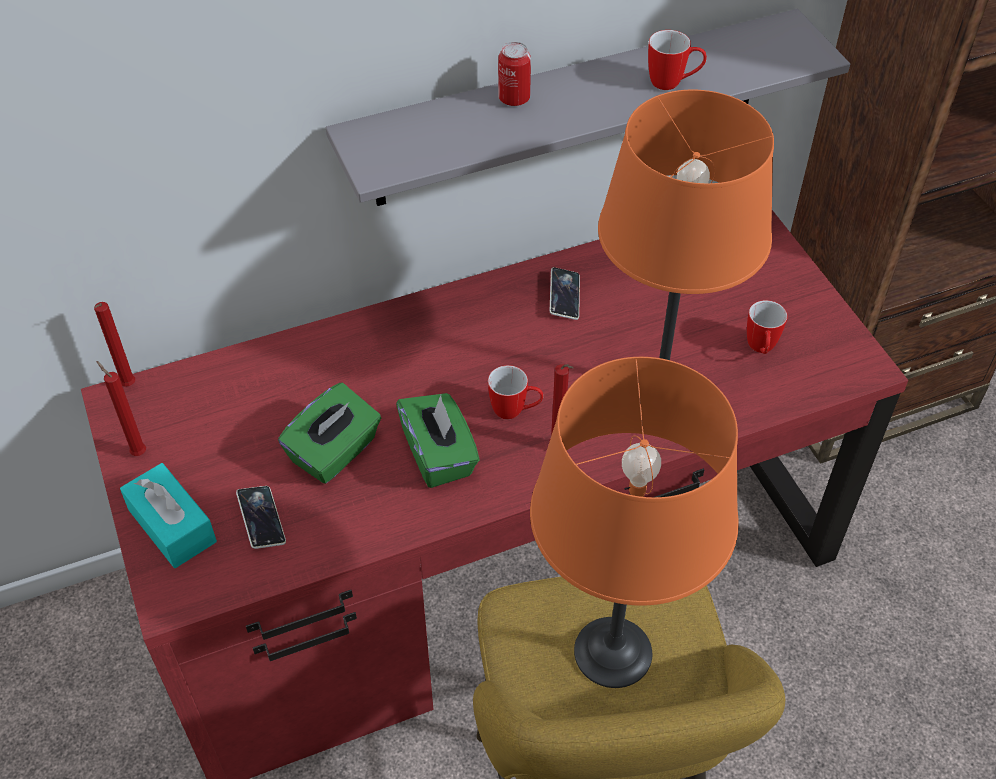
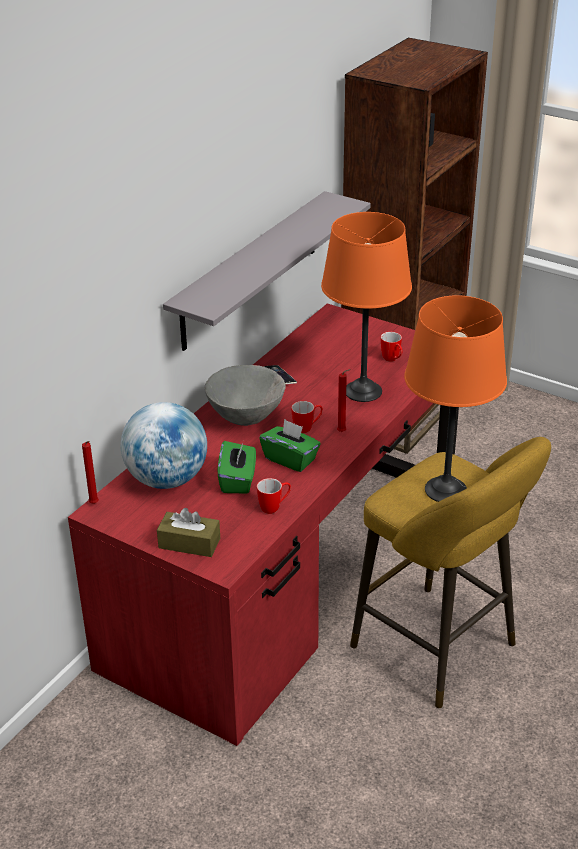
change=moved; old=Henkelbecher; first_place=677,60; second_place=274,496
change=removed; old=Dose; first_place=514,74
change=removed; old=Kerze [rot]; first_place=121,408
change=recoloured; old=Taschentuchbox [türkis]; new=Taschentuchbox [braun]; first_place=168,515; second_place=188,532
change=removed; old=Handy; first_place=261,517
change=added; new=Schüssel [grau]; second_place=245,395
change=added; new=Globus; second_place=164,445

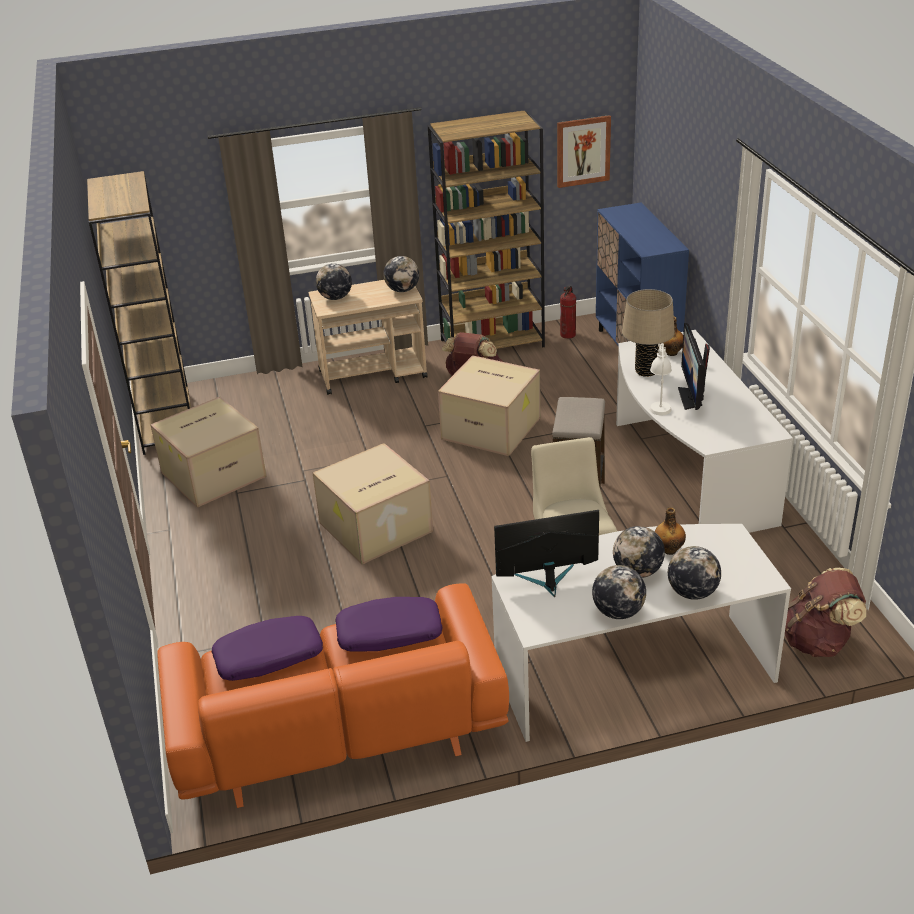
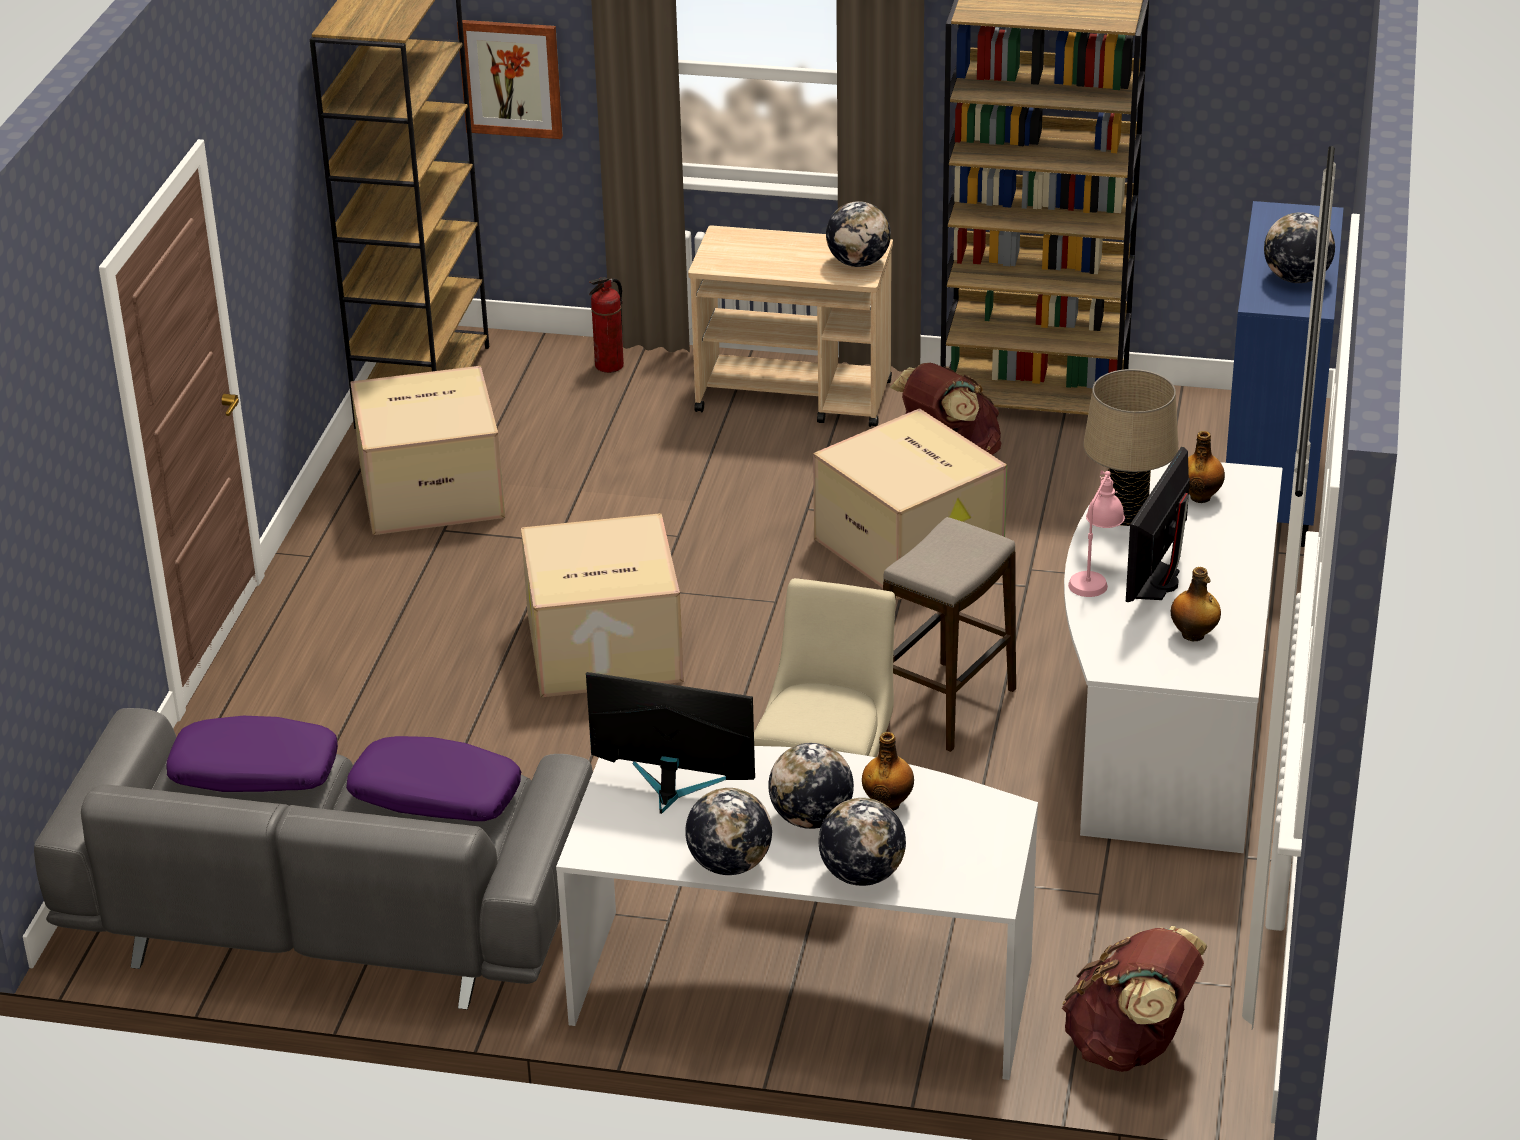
change=moved; old=Bild; first_place=584,151; second_place=510,79
change=moved; old=Globus; first_place=334,281; second_place=1299,247
change=moved; old=Feuerlöscher; first_place=568,312; second_place=606,325
change=recoloured; old=Tischlampe [weiß]; new=Tischlampe [rosa]; first_place=661,379; second_place=1096,533
change=recoloured; old=Sofa [orange]; new=Sofa [grau]; first_place=333,695; second_place=313,859
change=added; new=Flasche; second_place=1196,604

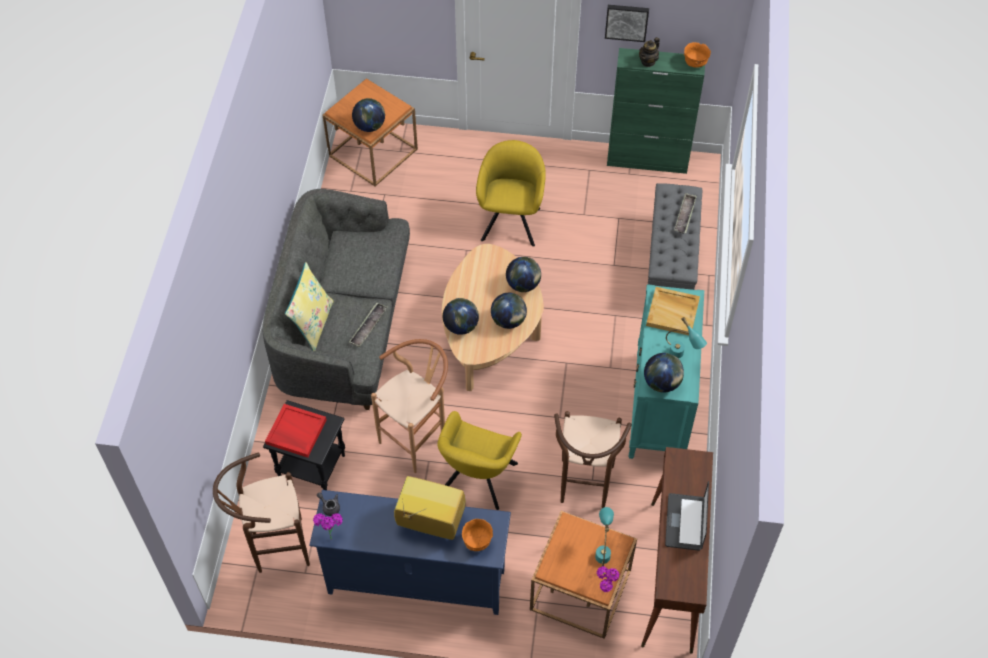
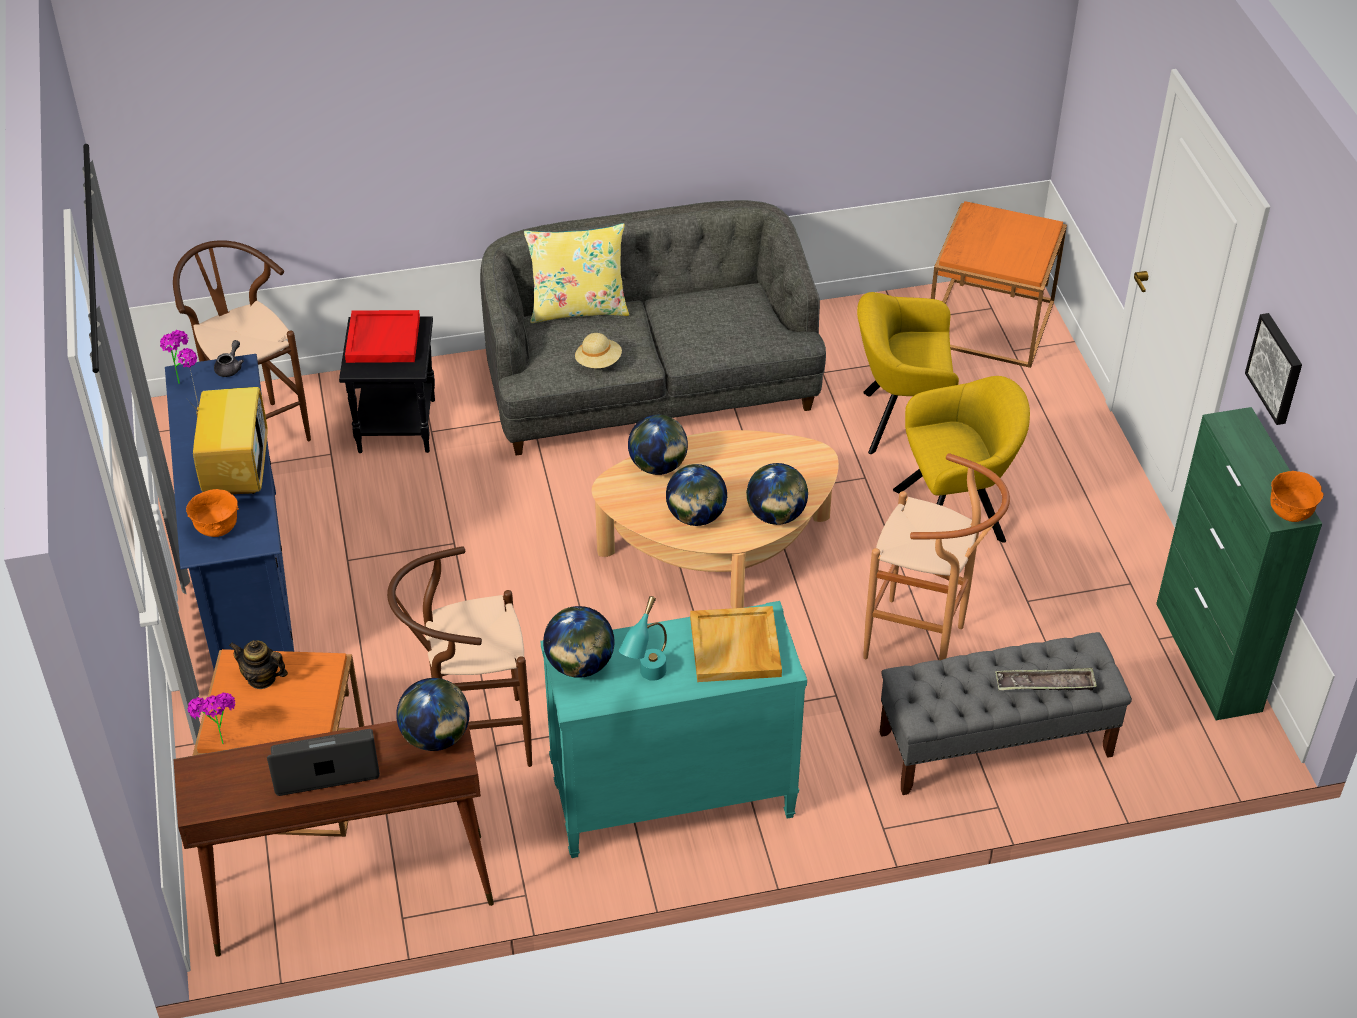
change=moved; old=Teekanne; first_place=649,52; second_place=258,664
change=moved; old=Globus; first_place=368,115; second_place=432,714
change=replaced; old=Tablett; new=Hut [beige]; first_place=368,325; second_place=598,350
change=moved; old=Hocker [braun]; first_place=409,406; second_place=936,556
change=moved; old=Sessel [gelb]; first_place=479,460; second_place=908,373
change=removed; old=Tischlampe [türkis]; first_place=604,537

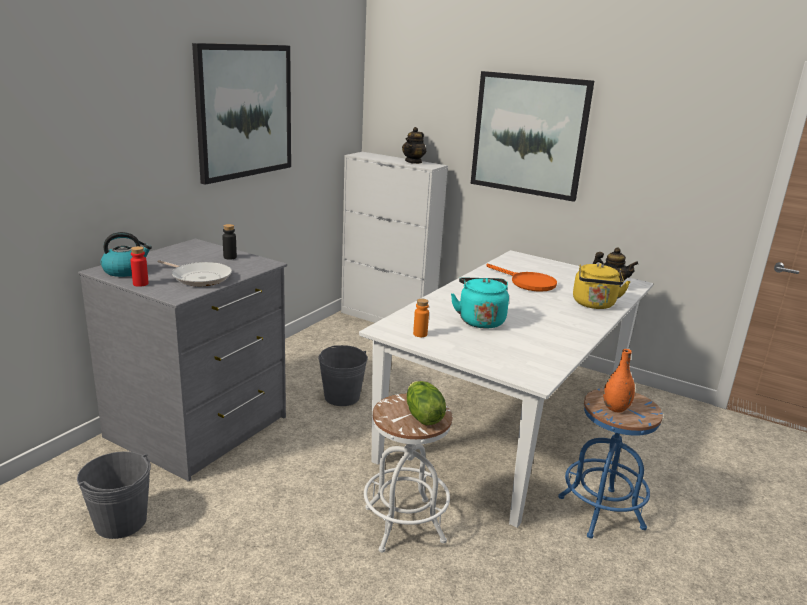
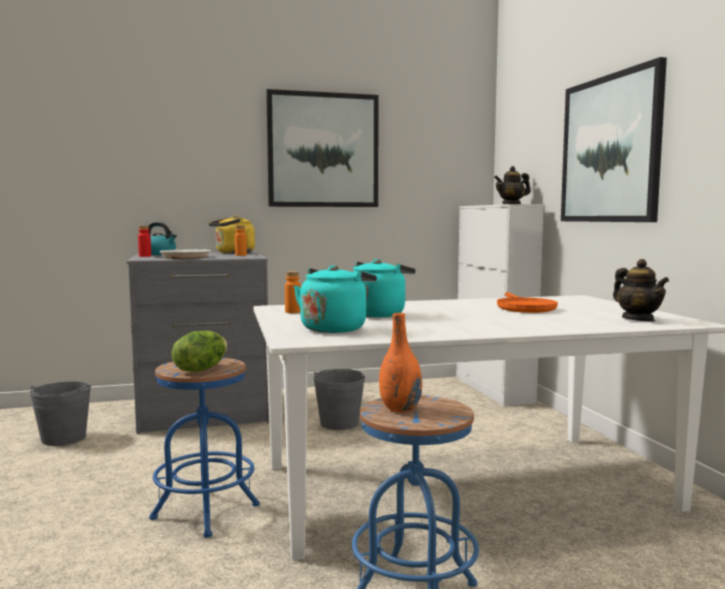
change=recoloured; old=Flasche [schwarz]; new=Flasche [orange]; first_place=229,242; second_place=241,240
change=moved; old=Wasserkessel [gelb]; first_place=602,286; second_place=232,234
change=recoloured; old=Hocker [weiß]; new=Hocker [blau]; first_place=408,473; second_place=204,448
change=added; new=Wasserkessel [türkis]; second_place=335,299

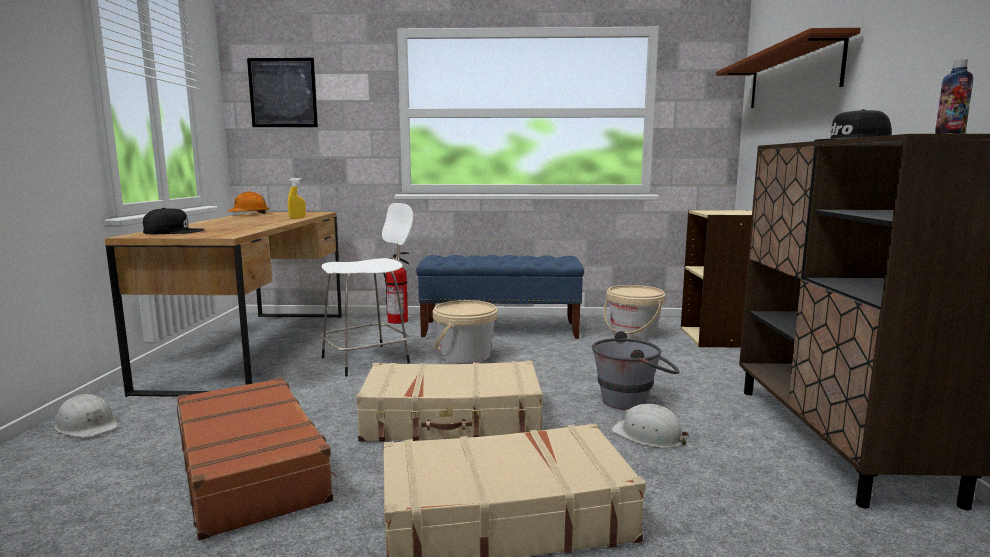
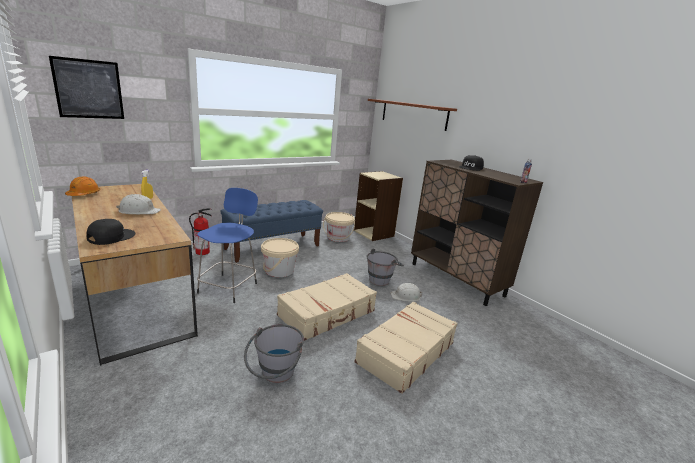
change=recoloured; old=Hocker [weiß]; new=Hocker [blau]; first_place=366,290; second_place=227,245
change=replaced; old=Koffer [braun]; new=Eimer [grau]; first_place=256,459; second_place=274,353
change=moved; old=Schutzhelm [weiß]; first_place=86,416; second_place=138,204

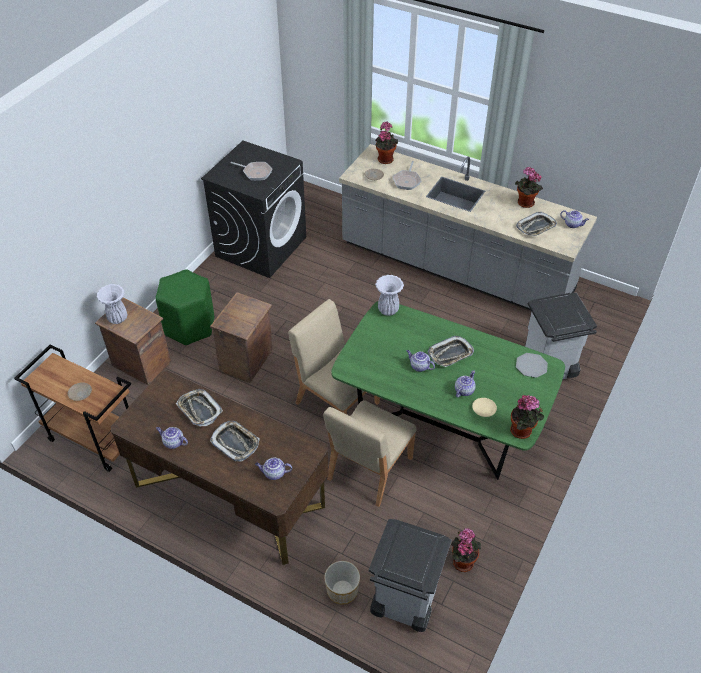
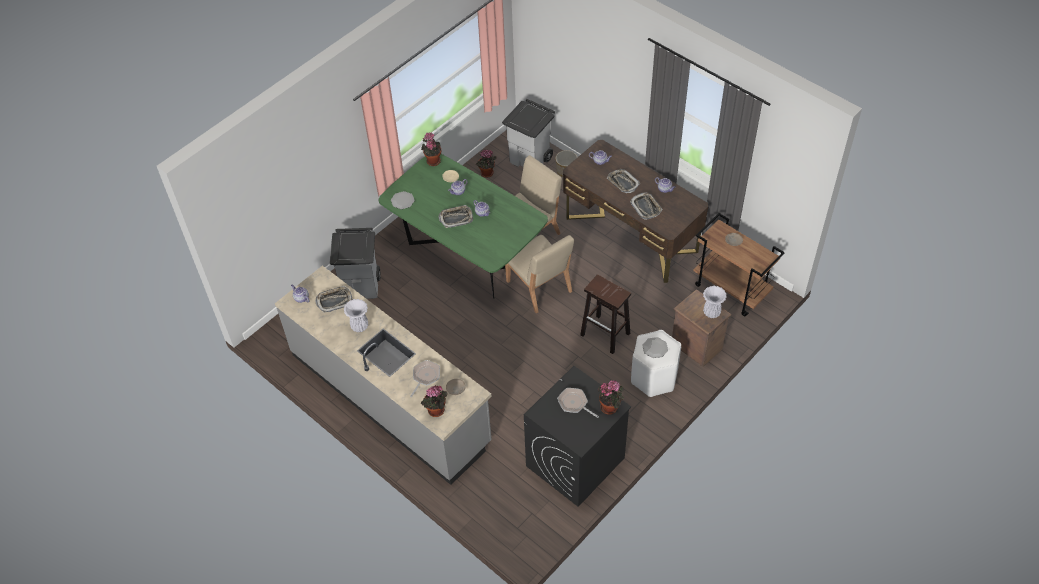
change=moved; old=Topfpflanze; first_place=529,187; second_place=611,397
change=recoloured; old=Hocker [grün]; new=Hocker [weiß]; first_place=185,307; second_place=656,363
change=moved; old=Vase [weiß]; first_place=389,295; second_place=356,315
change=replaced; old=Kiste; new=Hocker [braun]; first_place=241,337; second_place=605,314
change=added; new=Teller; second_place=655,347

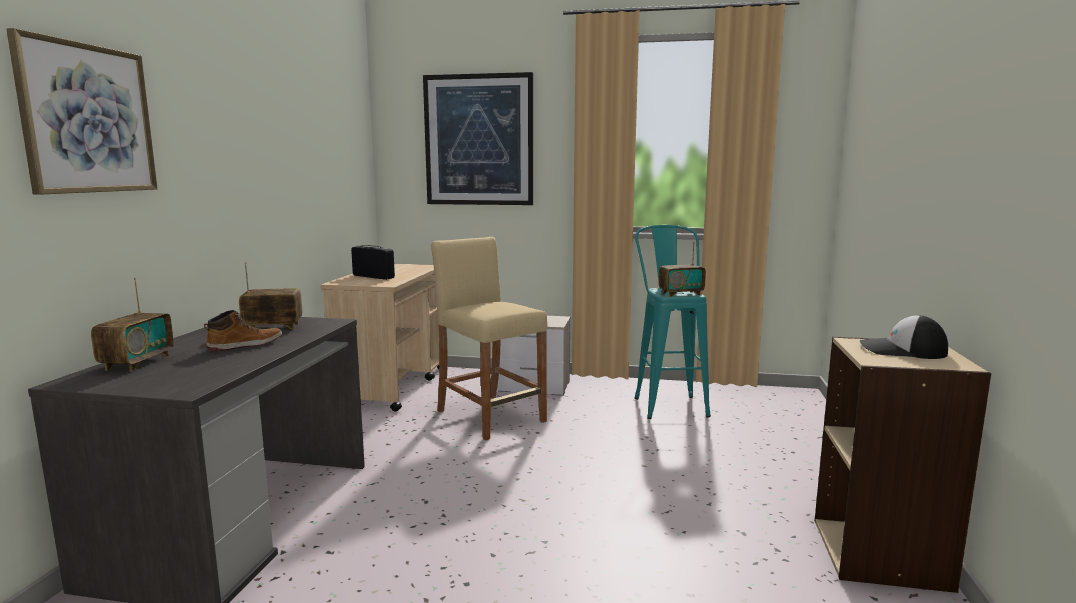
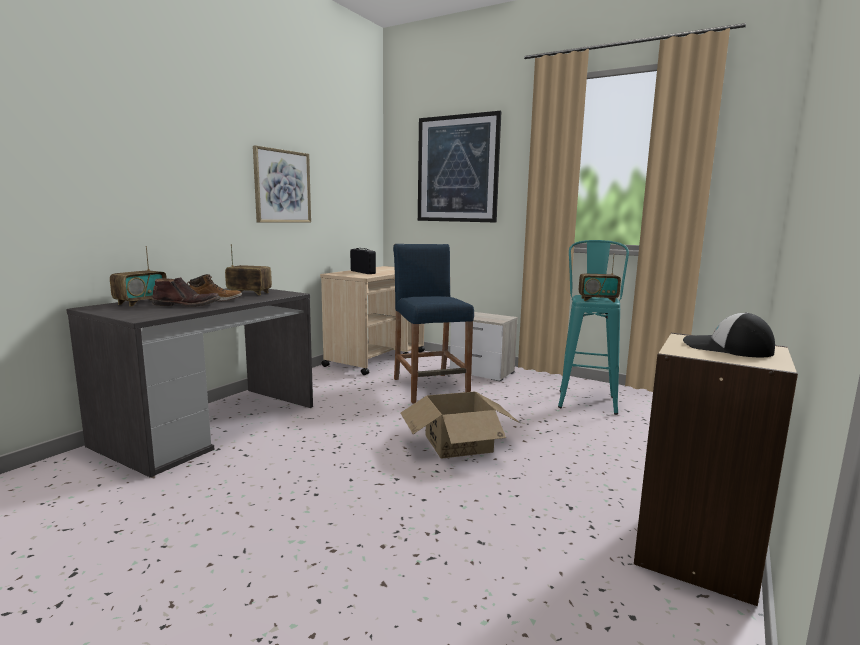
change=moved; old=Bild; first_place=82,111; second_place=282,184
change=recoloured; old=Hocker [beige]; new=Hocker [blau]; first_place=489,338; second_place=433,324
change=added; new=Stiefel [braun]; second_place=186,292
change=added; new=Karton; second_place=460,425

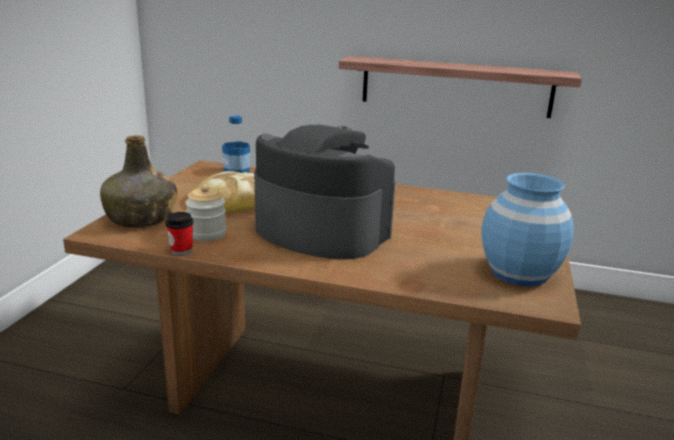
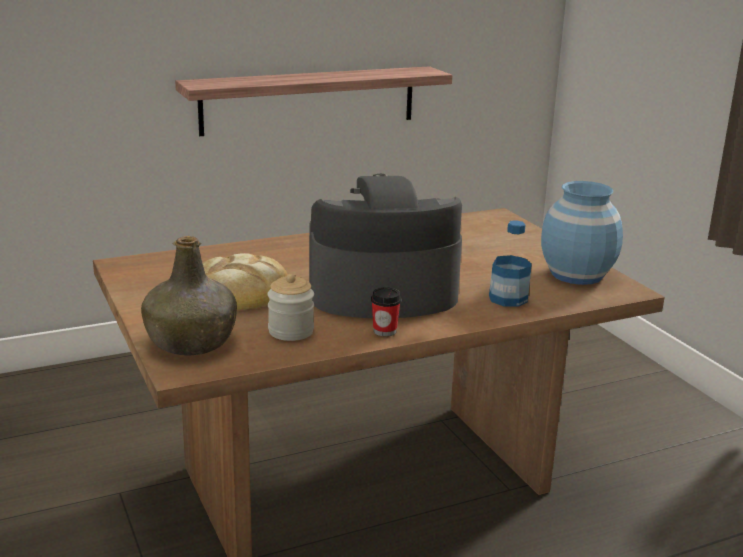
change=moved; old=Flasche; first_place=236,144; second_place=510,263
change=moved; old=Tasse; first_place=179,234; second_place=386,311

